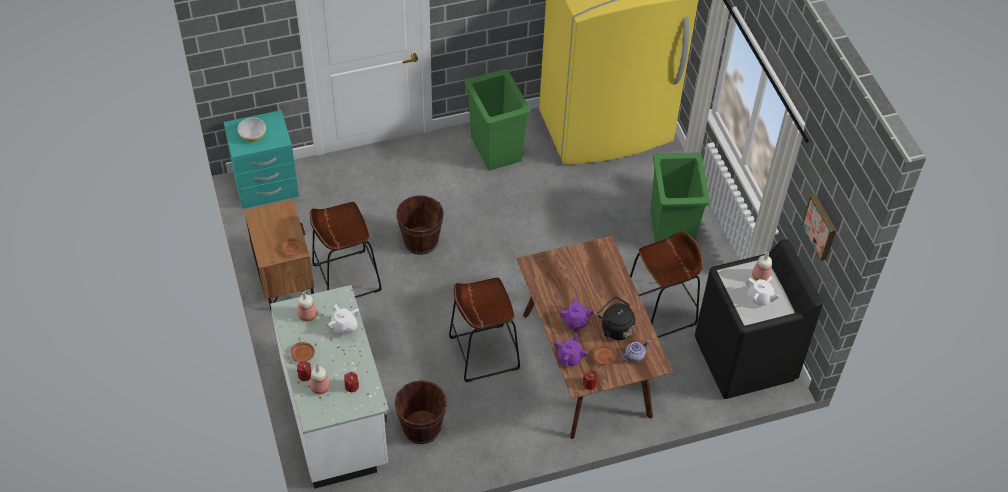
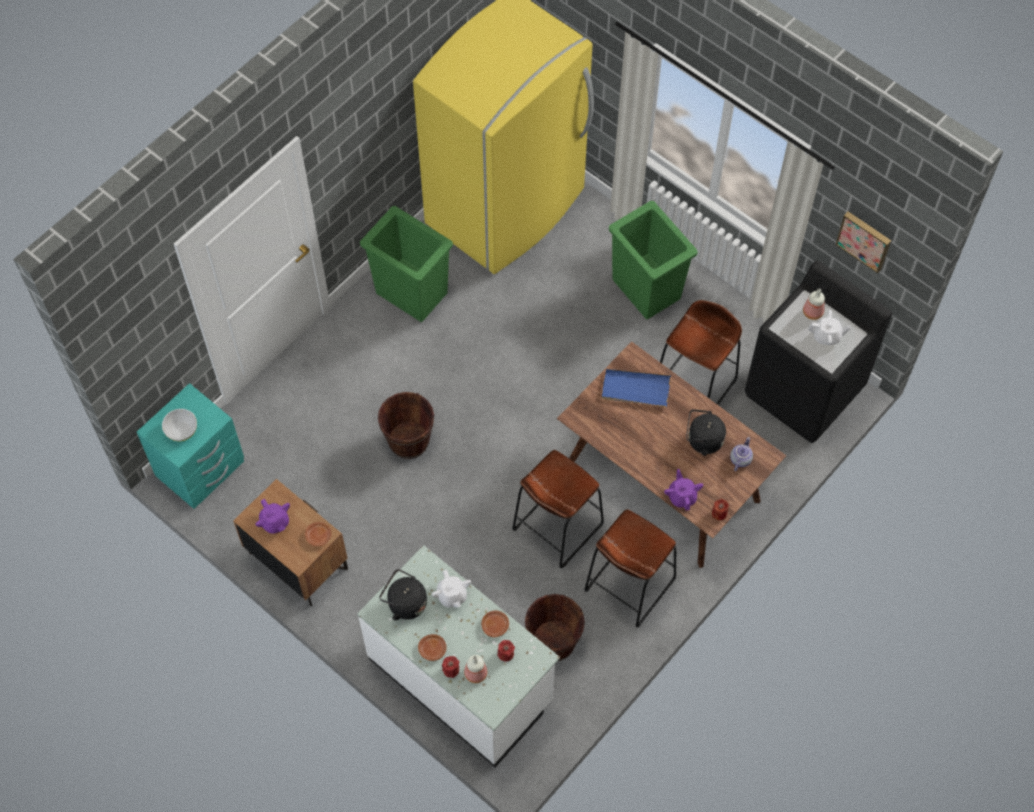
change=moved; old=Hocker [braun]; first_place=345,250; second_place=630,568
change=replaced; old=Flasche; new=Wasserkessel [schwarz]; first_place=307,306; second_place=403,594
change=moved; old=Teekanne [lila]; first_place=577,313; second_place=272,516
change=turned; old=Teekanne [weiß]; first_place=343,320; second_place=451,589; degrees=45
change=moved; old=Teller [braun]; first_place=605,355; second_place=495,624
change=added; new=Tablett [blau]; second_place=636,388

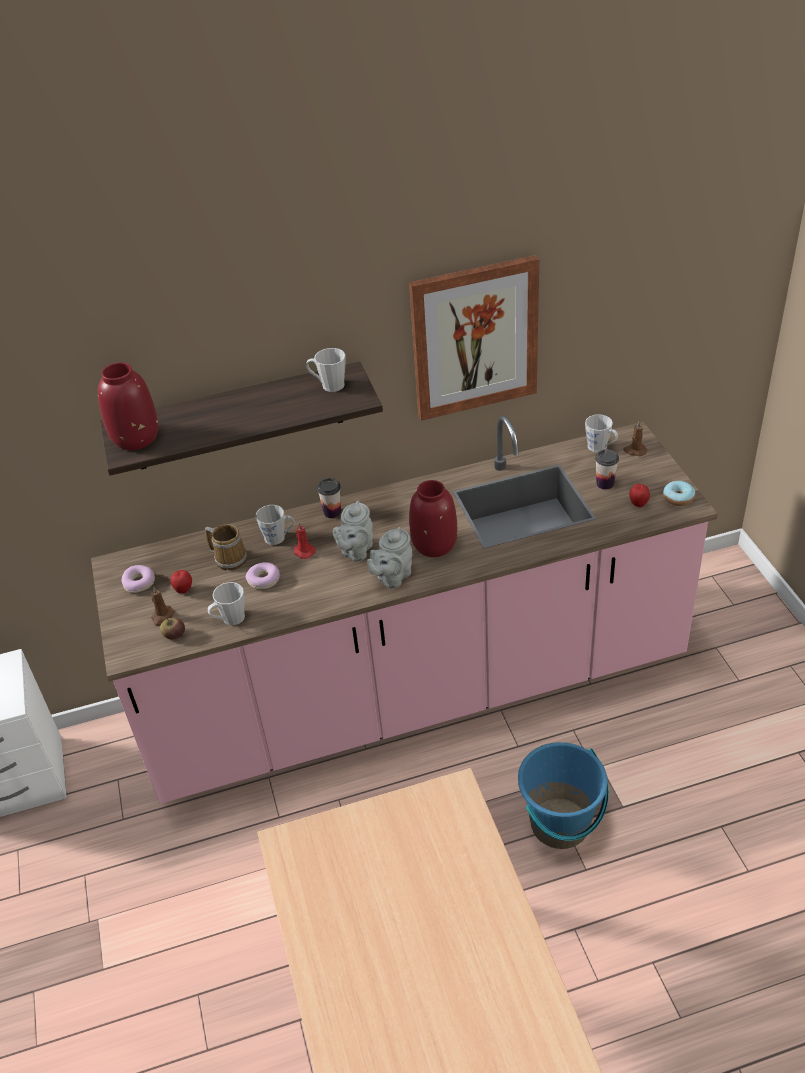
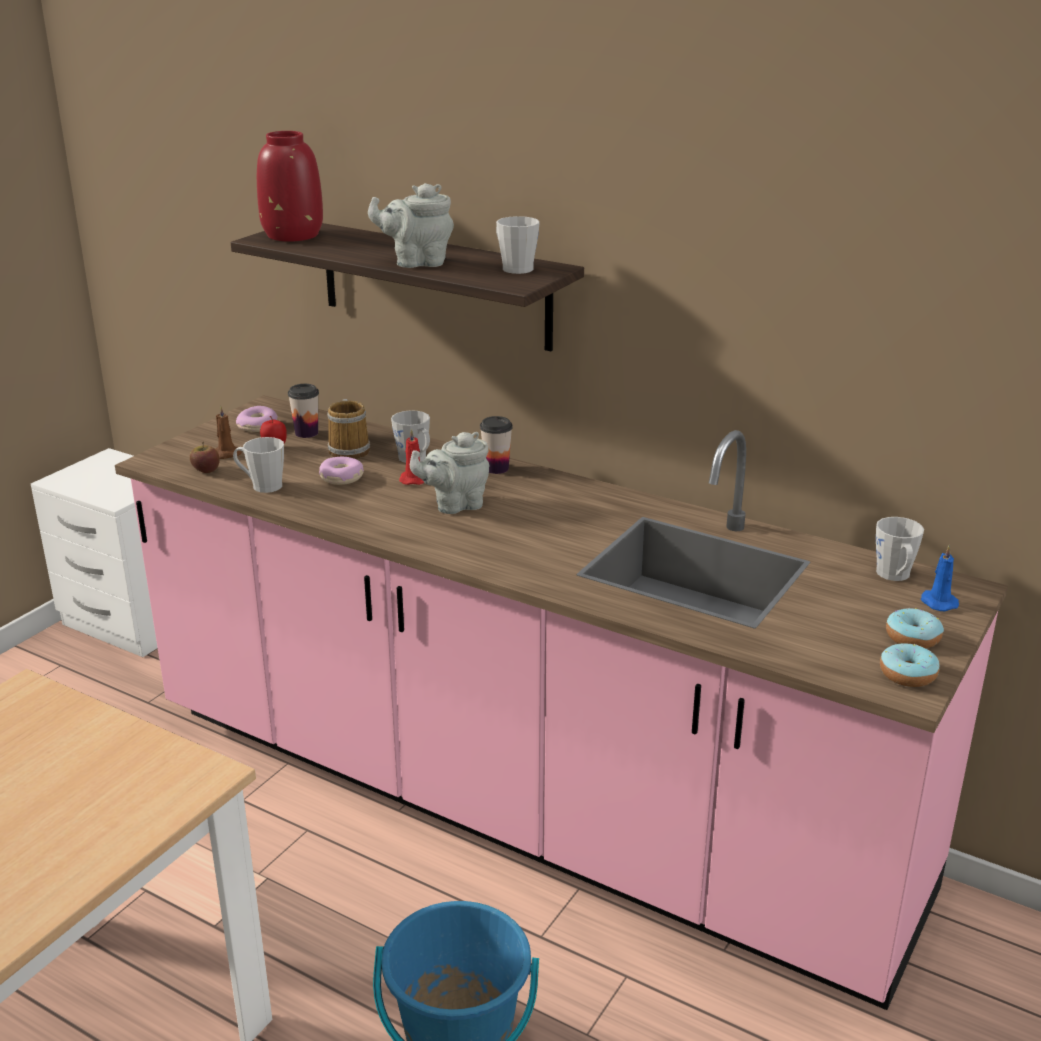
change=removed; old=Bild; first_place=474,337
change=recoloured; old=Kerze [braun]; new=Kerze [blau]; first_place=635,439; second_place=940,577
change=moved; old=Tasse; first_place=607,469; second_place=303,411
change=removed; old=Vase [rot]; first_place=433,518
change=removed; old=Apfel; first_place=639,495
change=moved; old=Teekanne [grau]; first_place=389,557; second_place=411,225
change=added; new=Donut; second_place=915,627

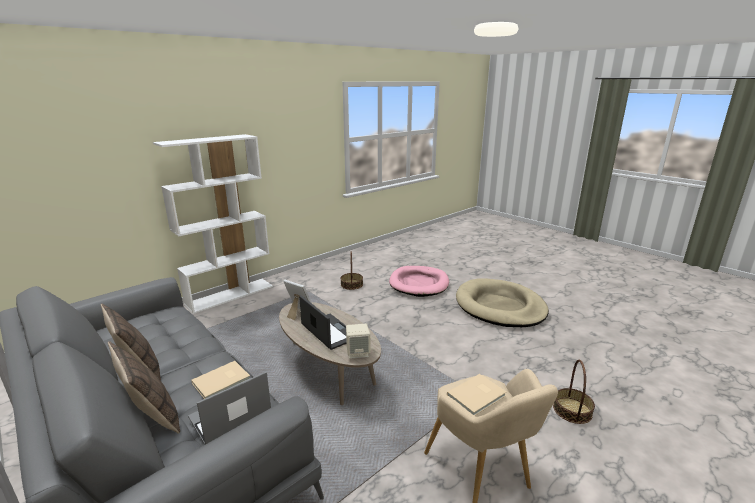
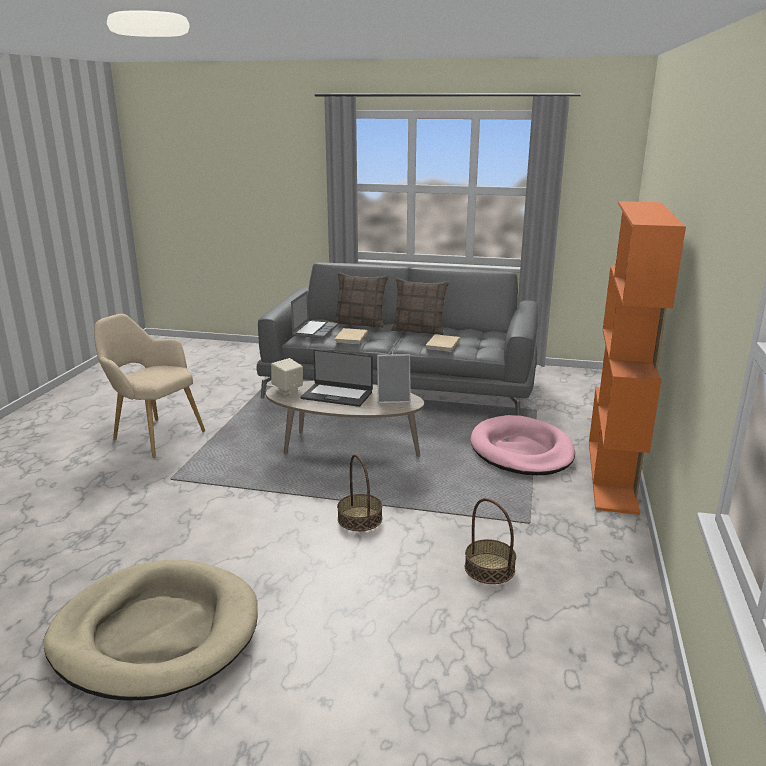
change=recoloured; old=Bücherregal [weiß]; new=Bücherregal [orange]; first_place=213,224; second_place=637,358
change=moved; old=Hundebett [rosa]; first_place=419,281; second_place=522,445
change=moved; old=Korb; first_place=574,392; second_place=359,492
change=moved; old=Buch [beige]; first_place=476,395; second_place=442,343

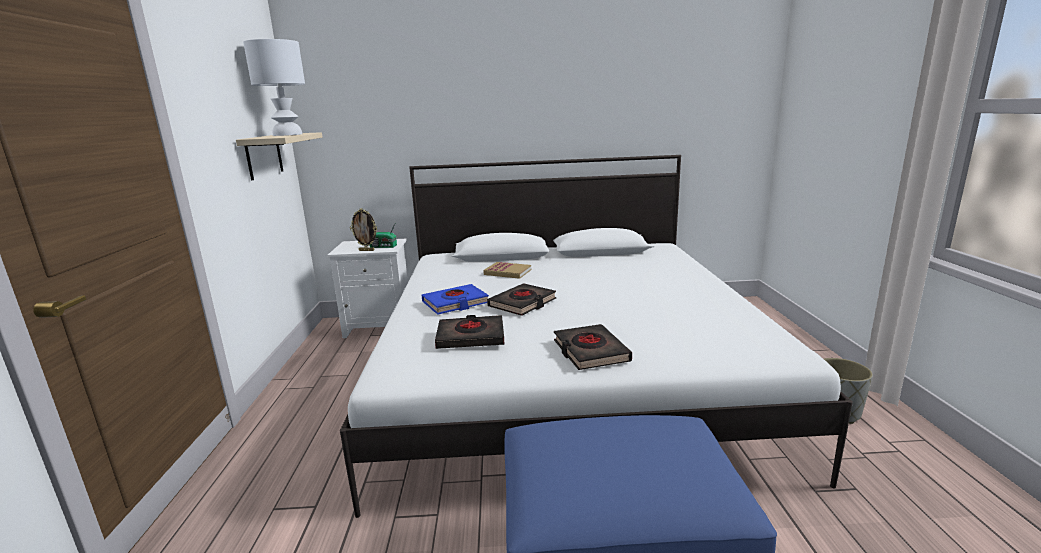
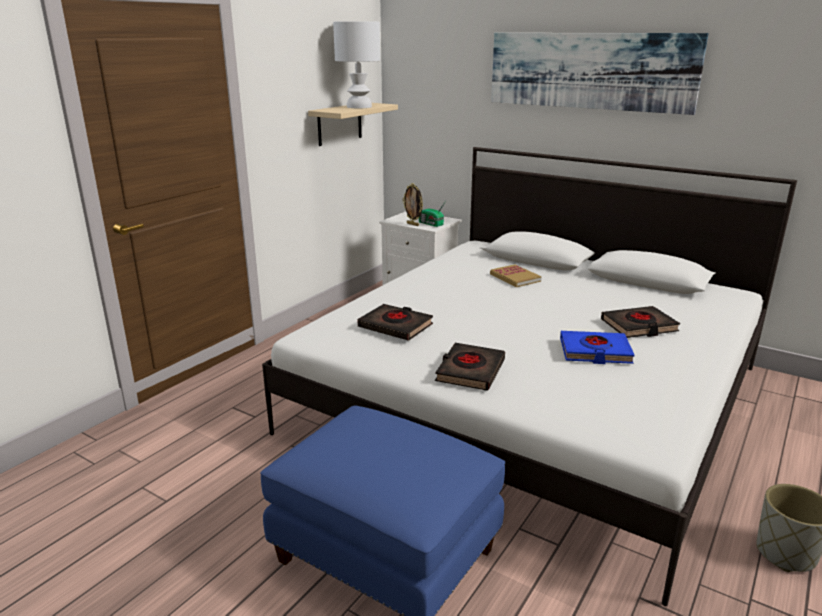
change=moved; old=Buch [schwarz]; first_place=522,299; second_place=640,322
change=moved; old=Buch [blau]; first_place=455,299; second_place=597,347
change=added; new=Bild; second_place=600,74

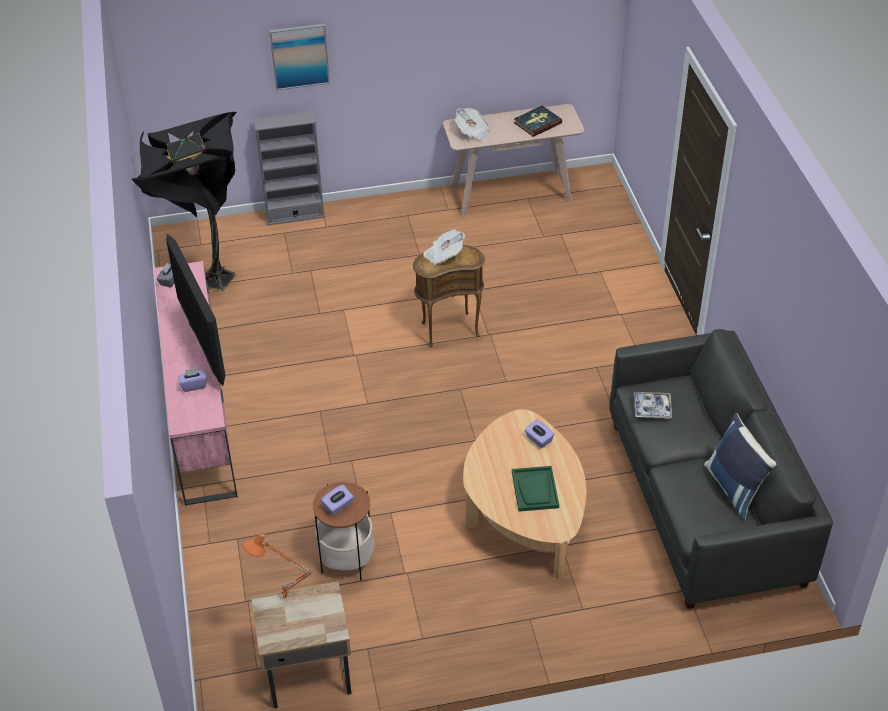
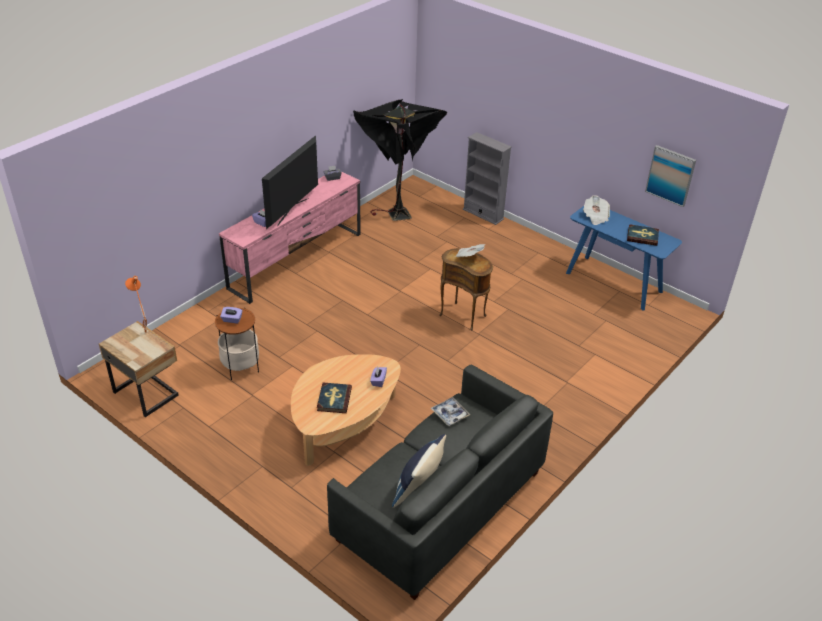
change=moved; old=Bild; first_place=299,56; second_place=670,176
change=recoloured; old=Konsolentisch [beige]; new=Konsolentisch [blau]; first_place=514,160; second_place=624,258
change=replaced; old=Tablett [grün]; new=Buch; first_place=535,489; second_place=334,398

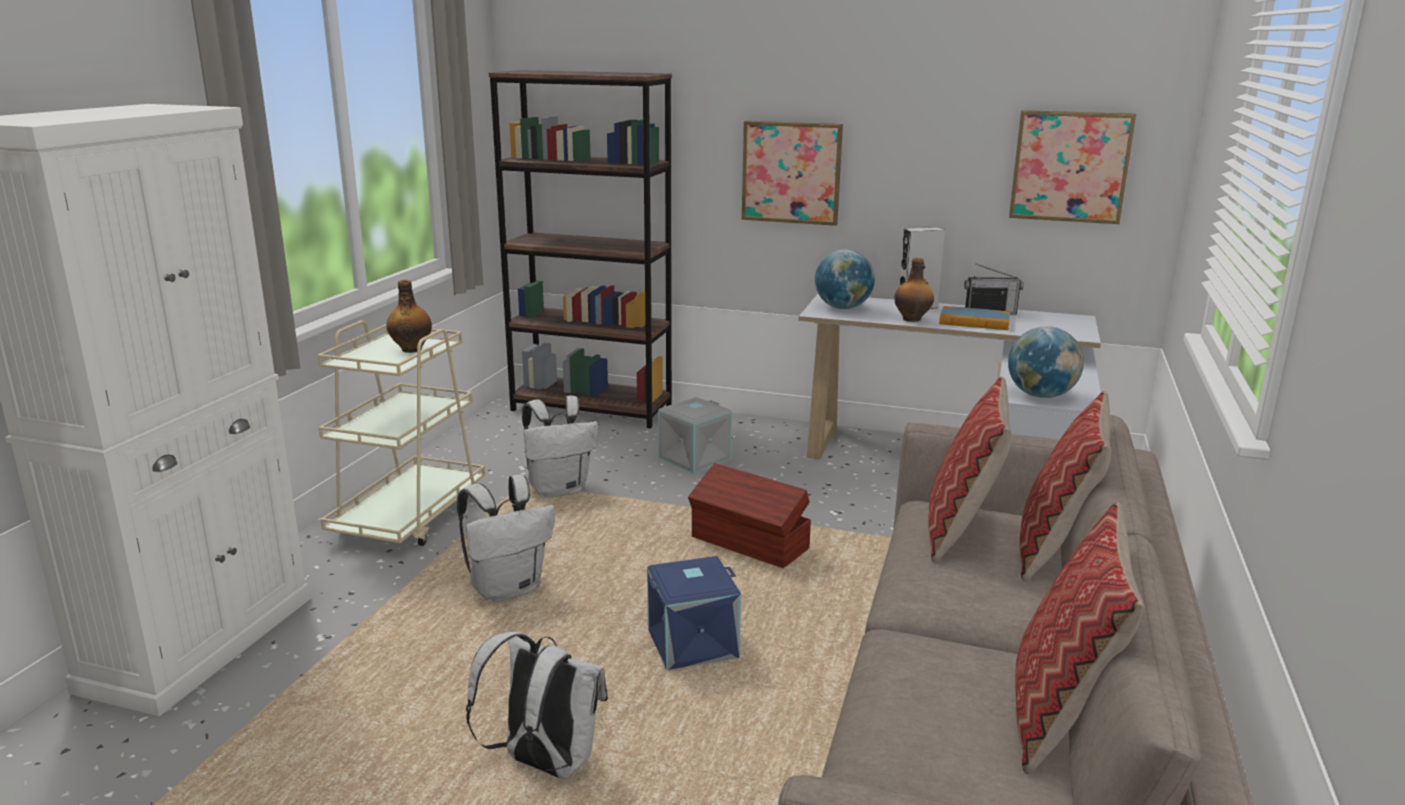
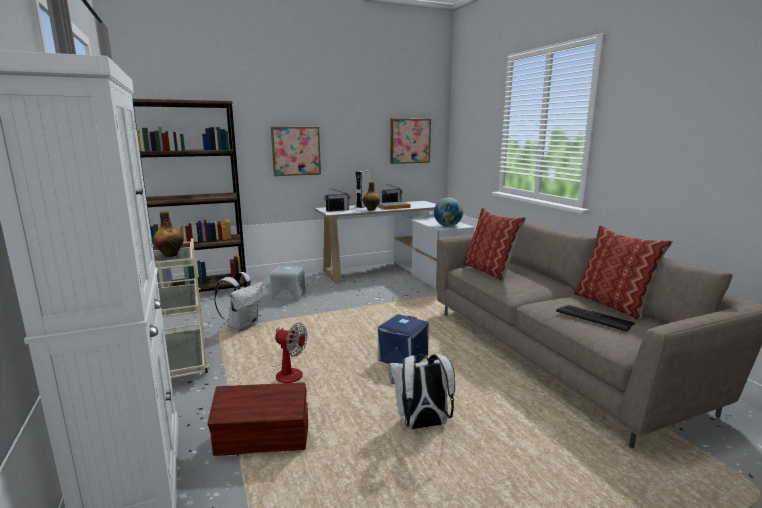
change=replaced; old=Globus; new=Radio; first_place=845,279; second_place=337,200
change=removed; old=Kissen; first_place=1065,486
change=moved; old=Aufbewahrungsbox [braun]; first_place=749,515; second_place=258,419
change=replaced; old=Rucksack [weiß]; new=Ventilator; first_place=506,538; second_place=289,352
change=added; new=Tastatur; second_place=596,318

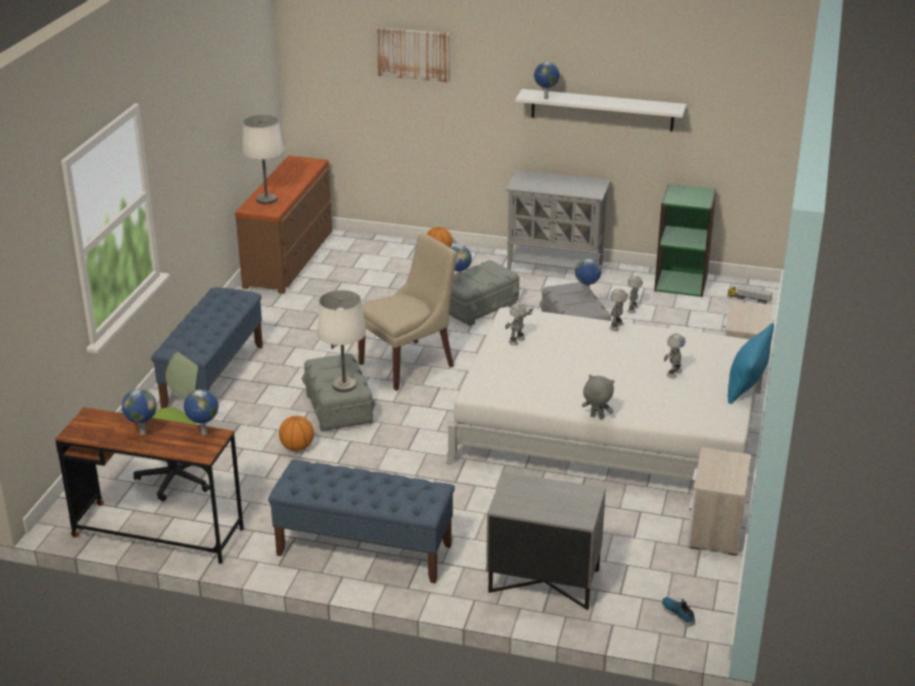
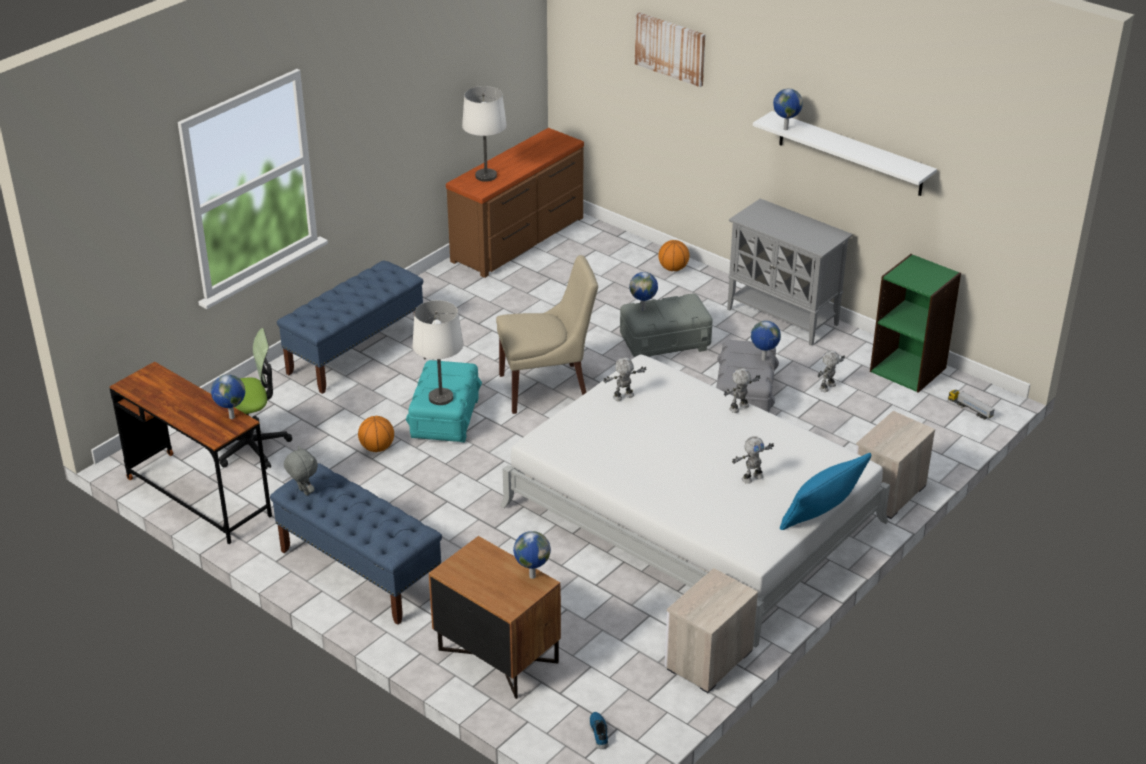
change=recoloured; old=Aufbewahrungsbox [grau]; new=Aufbewahrungsbox [türkis]; first_place=338,392; second_place=444,401
change=moved; old=Plüschtier [grau]; first_place=598,396; second_place=301,471
change=moved; old=Globus; first_place=139,412; second_place=532,555
change=recoloured; old=Nachttisch [grau]; new=Nachttisch [braun]; first_place=546,541; second_place=495,617

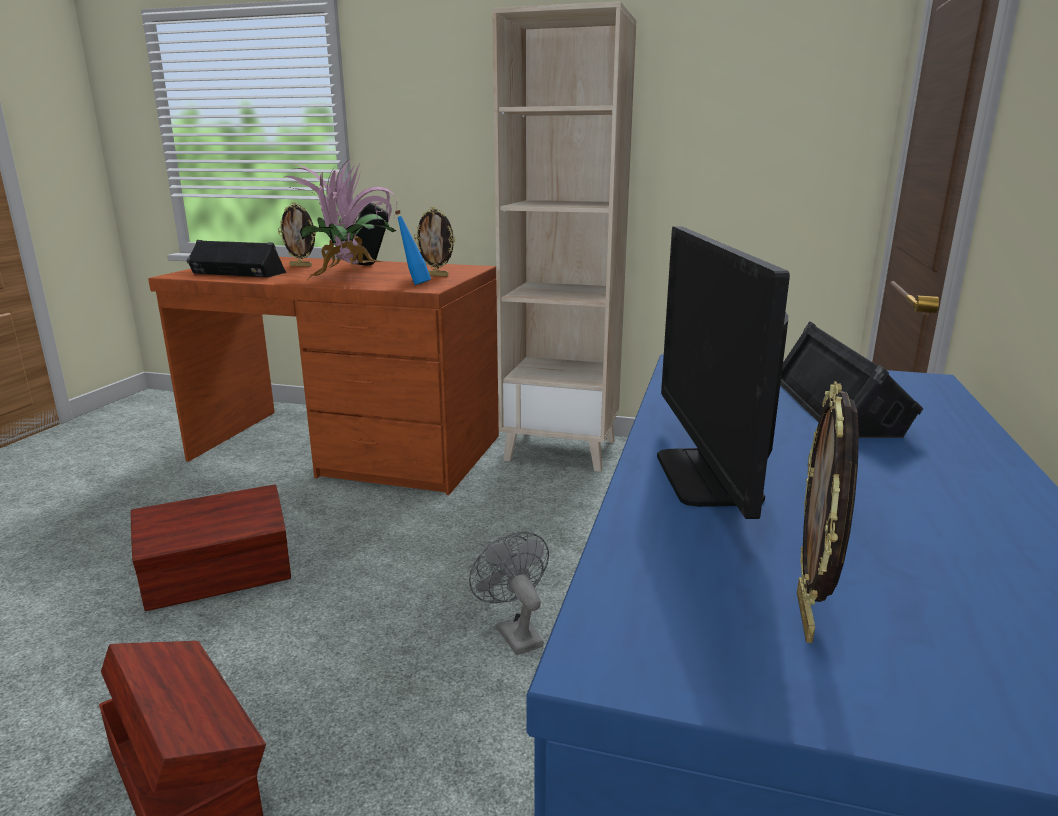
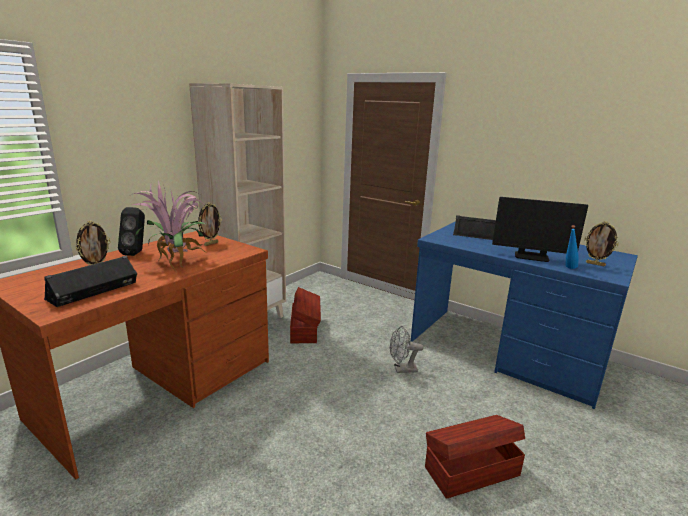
change=moved; old=Flasche [blau]; first_place=413,247; second_place=572,247
change=moved; old=Aufbewahrungsbox [braun]; first_place=211,548; second_place=305,315

